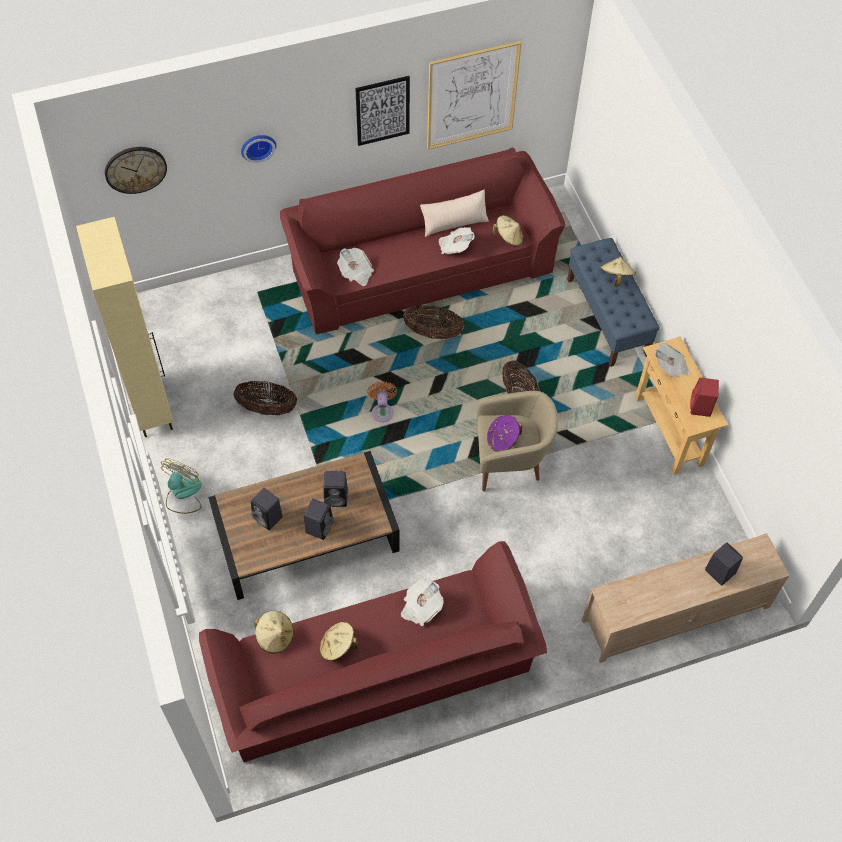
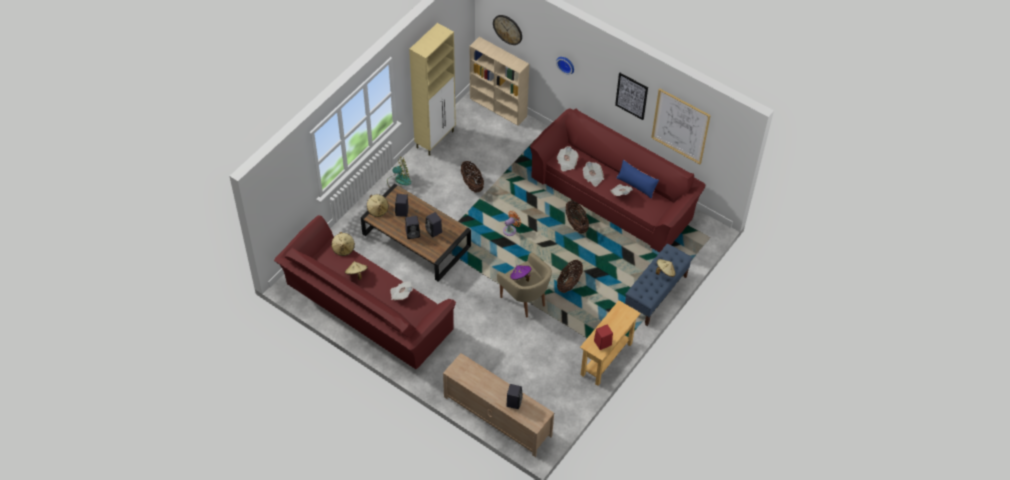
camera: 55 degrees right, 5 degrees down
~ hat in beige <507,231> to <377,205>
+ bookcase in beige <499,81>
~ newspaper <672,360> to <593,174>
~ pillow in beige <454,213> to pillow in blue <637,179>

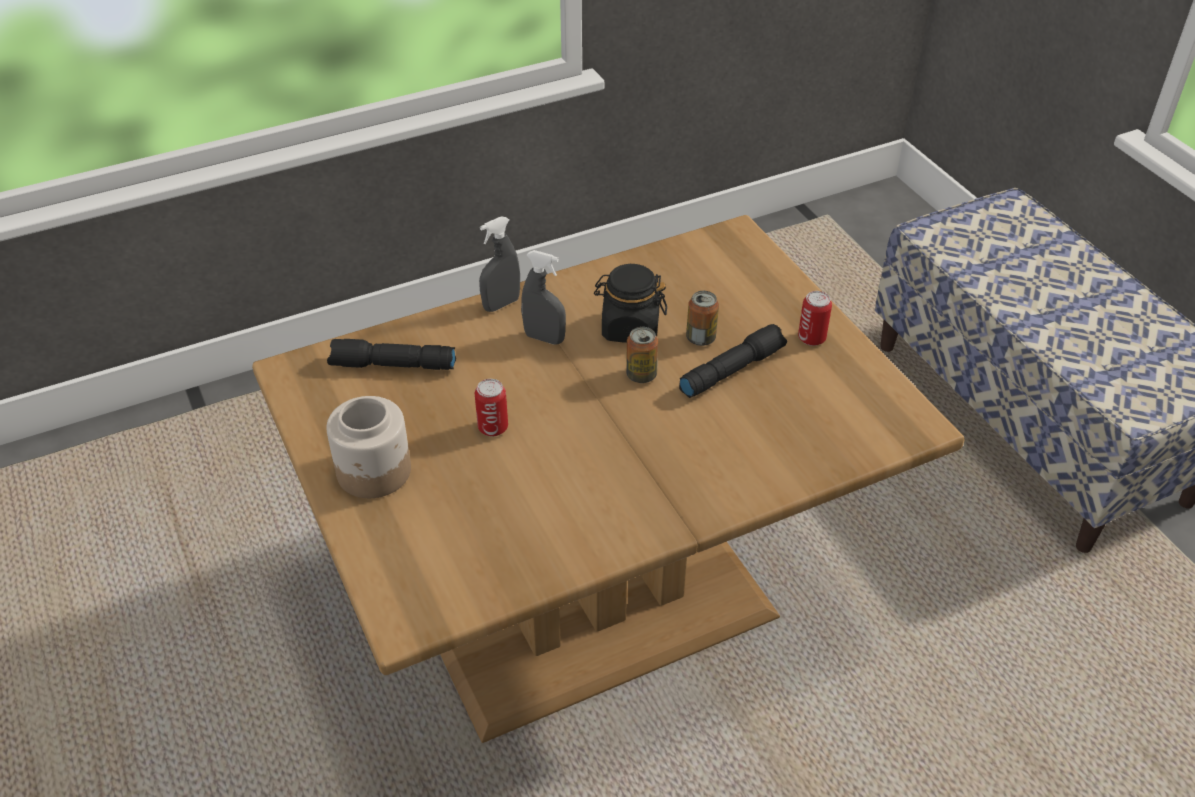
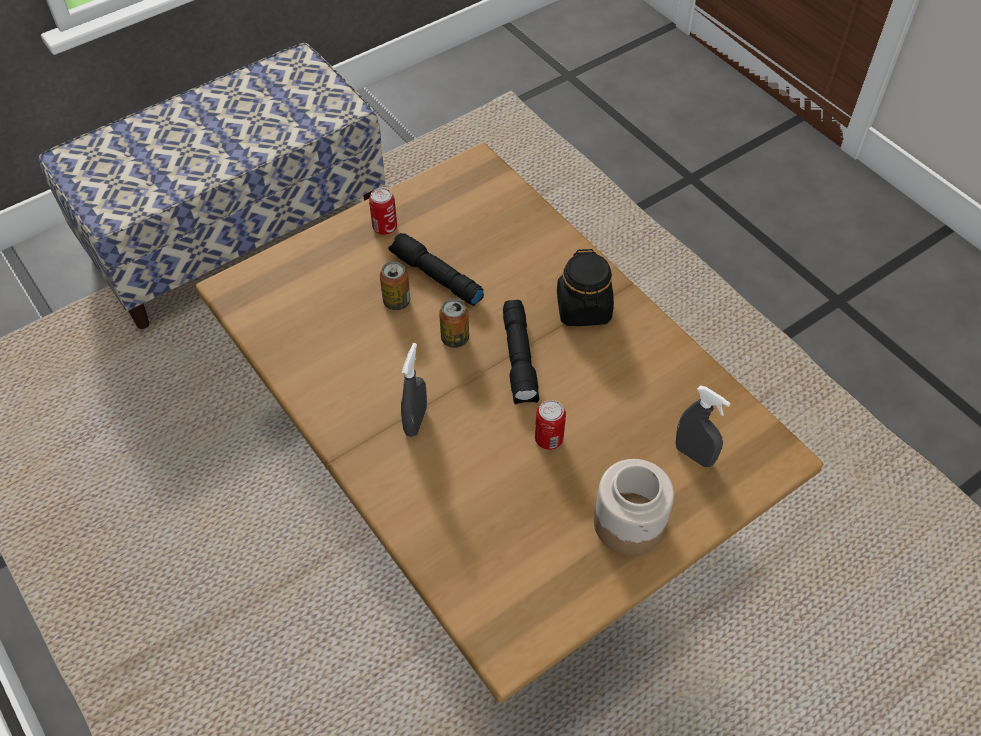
camera: 100 degrees left, 10 degrees up
~ flashlight in black <391,354> to <521,352>
~ jar in black <630,303> to <585,287>
~ spray bottle in grey <499,264> to <703,426>

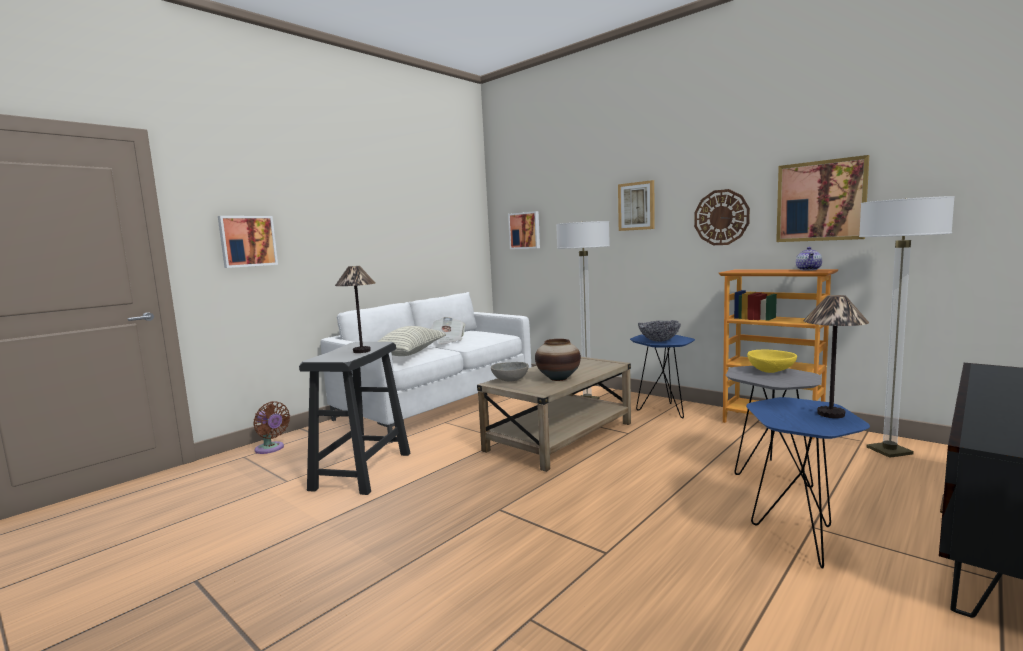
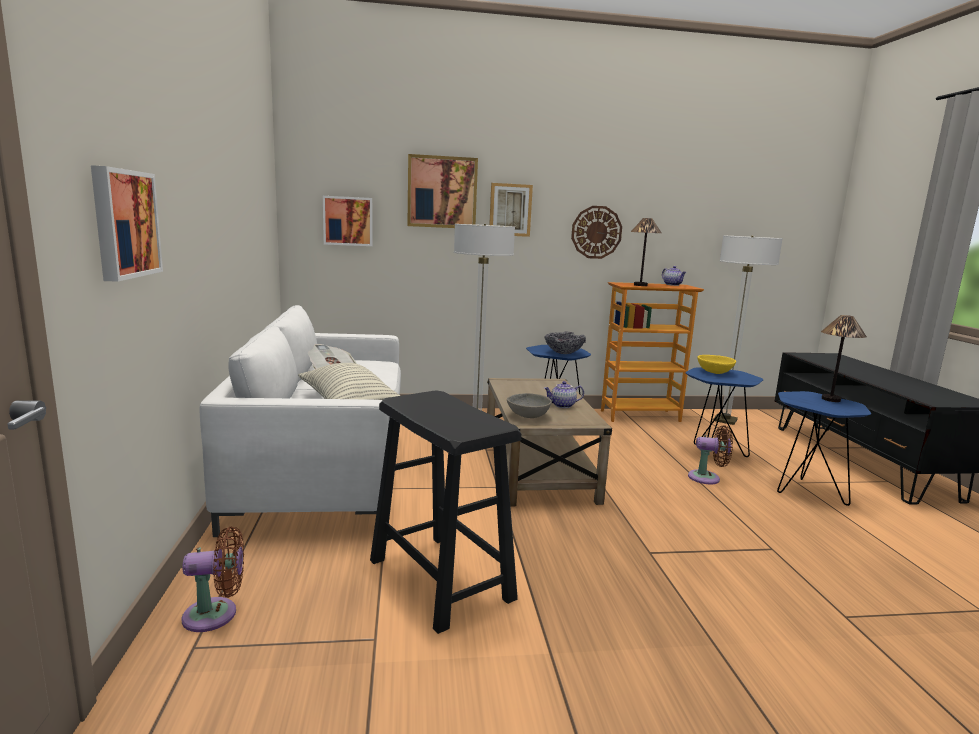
camera: 50 degrees left, 5 degrees up
~ picture <822,198> to <442,191>
~ vase <558,360> to teapot <564,394>
~ table lamp <355,309> to <646,252>
~ side table in grey <773,427> to side table in blue <724,412>
+ fan in brown <710,454>

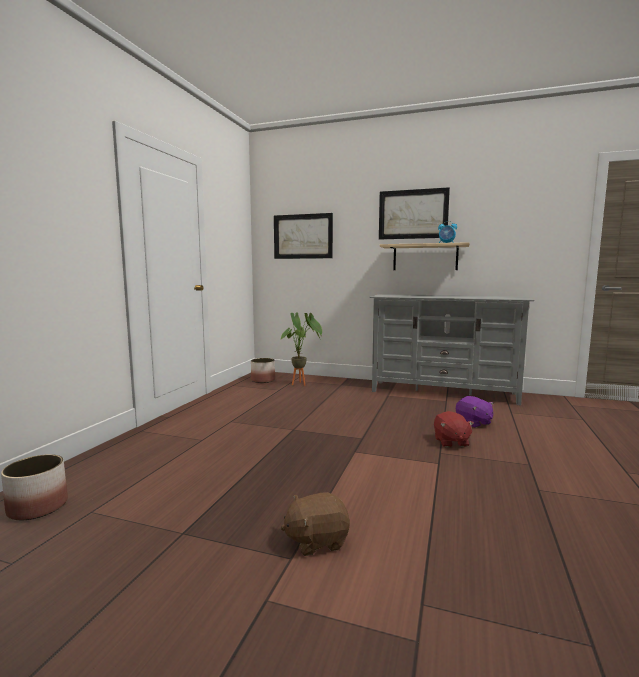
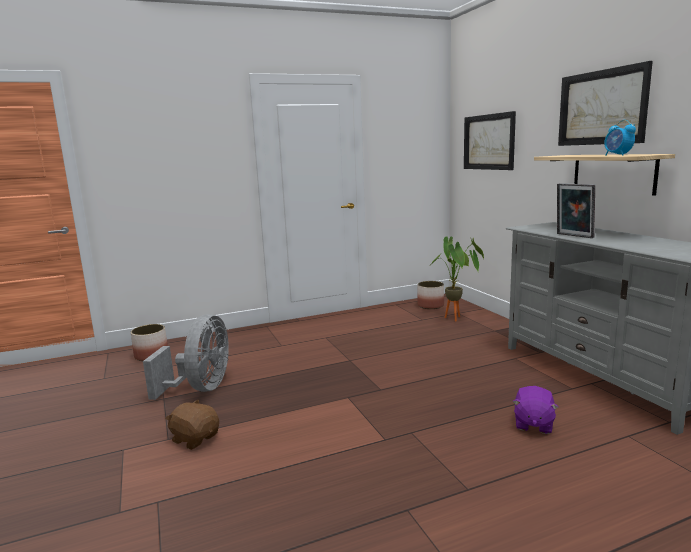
camera: 50 degrees right, 5 degrees up
+ fan in grey <186,357>
+ picture frame <576,210>
- plush toy in red <454,429>

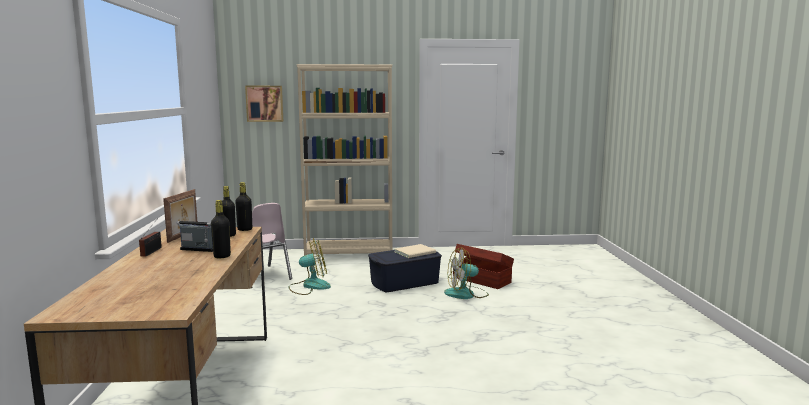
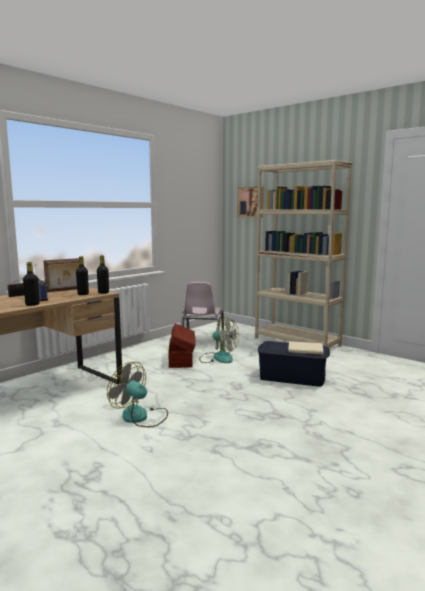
camera: 45 degrees right, 0 degrees up
~ fan <466,273> to <137,394>
~ storage box in brown <483,266> to <182,345>

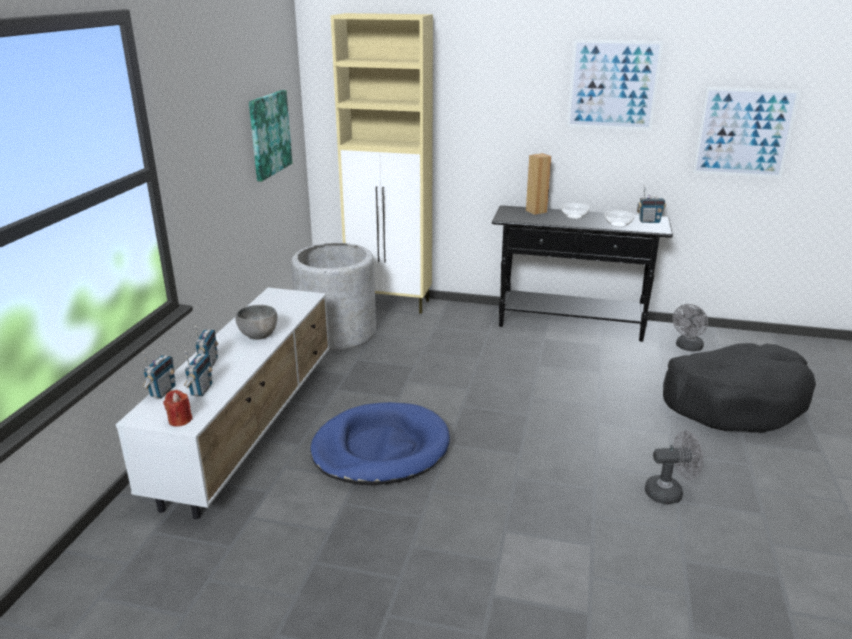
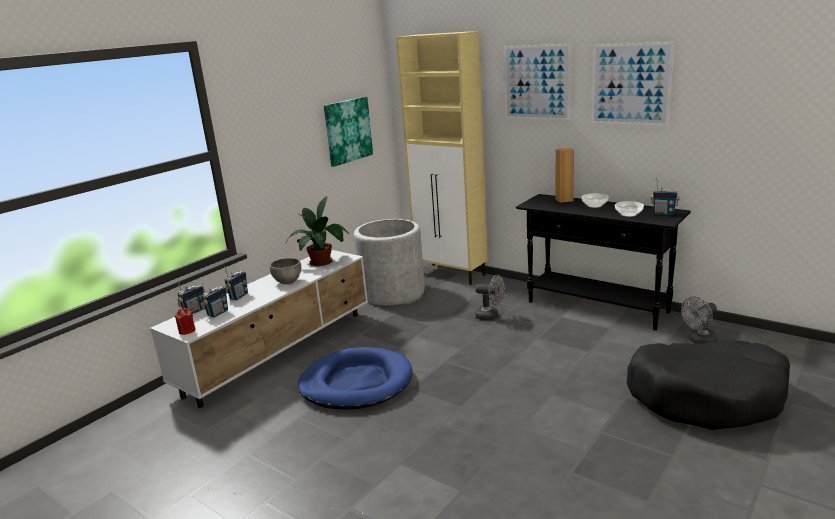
camera: 25 degrees right, 5 degrees down
+ potted plant <317,231>
~ fan in grey <674,467> to <490,297>
~ picture <746,132> to <537,82>

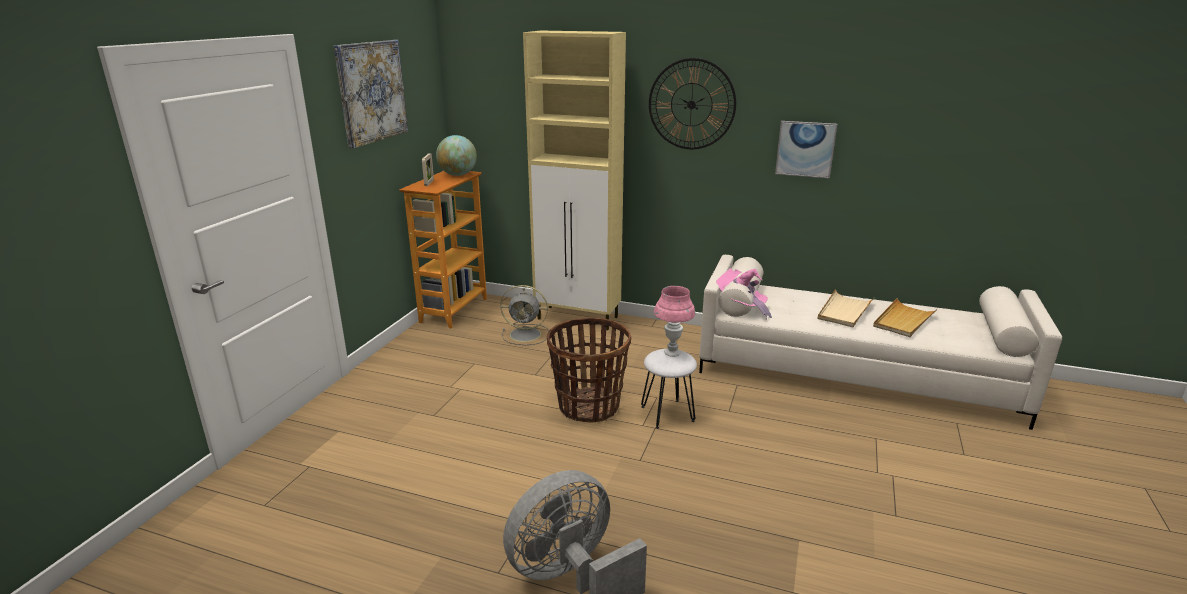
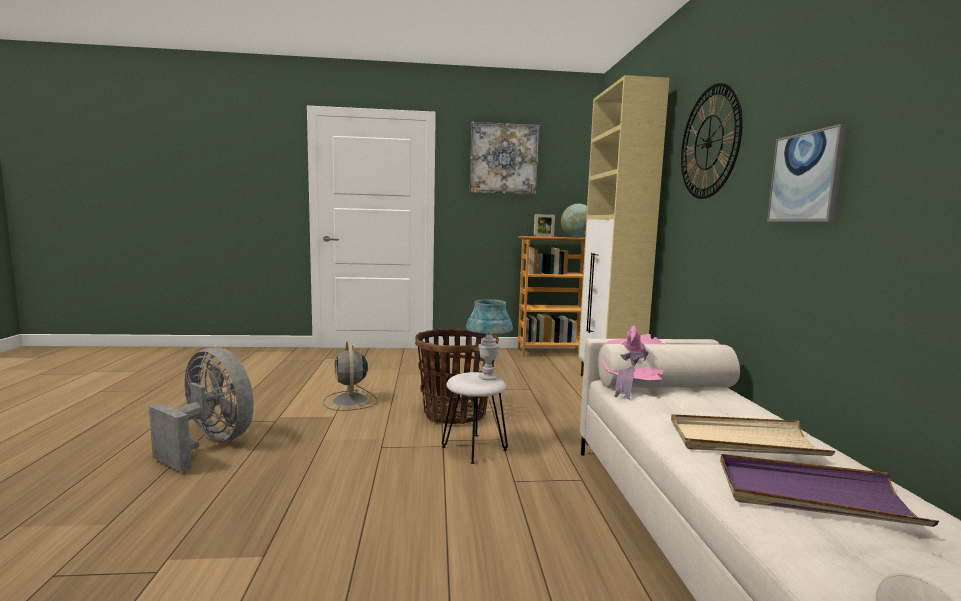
camera: 65 degrees right, 15 degrees down
~ fan in grey <524,315> to <350,376>
~ table lamp in pink <674,321> to table lamp in blue <489,339>
~ tray in beige <905,317> to tray in purple <829,490>

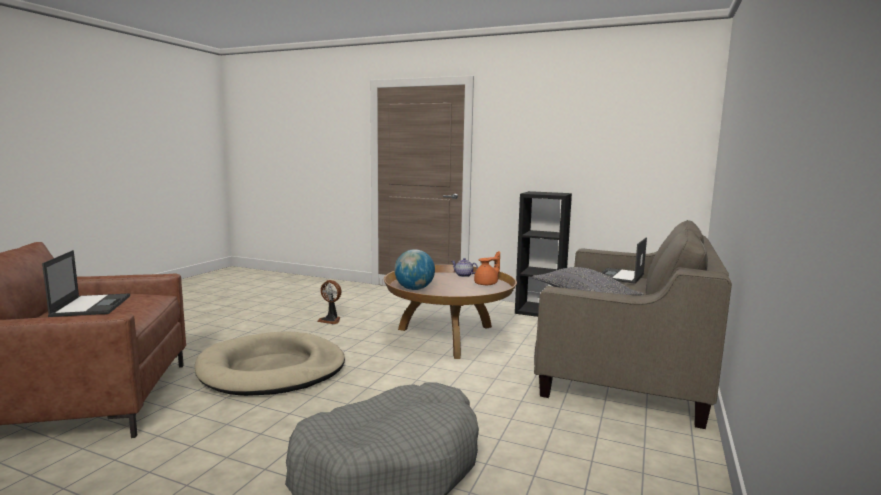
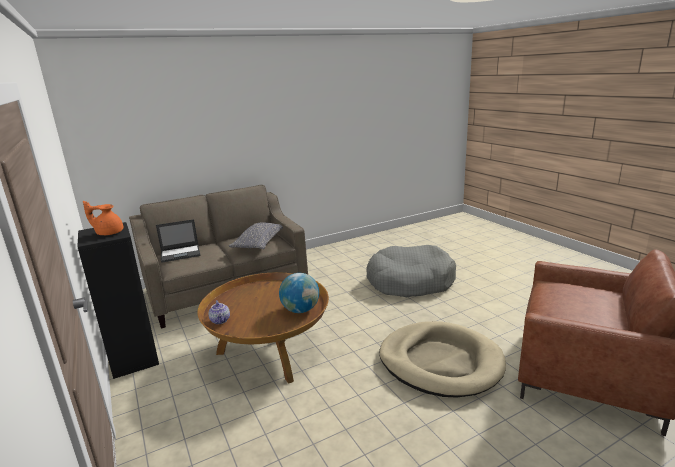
camera: 140 degrees left, 10 degrees up
~ teapot in orange <487,268> to <103,218>
- laptop <86,283>
- fan <329,302>

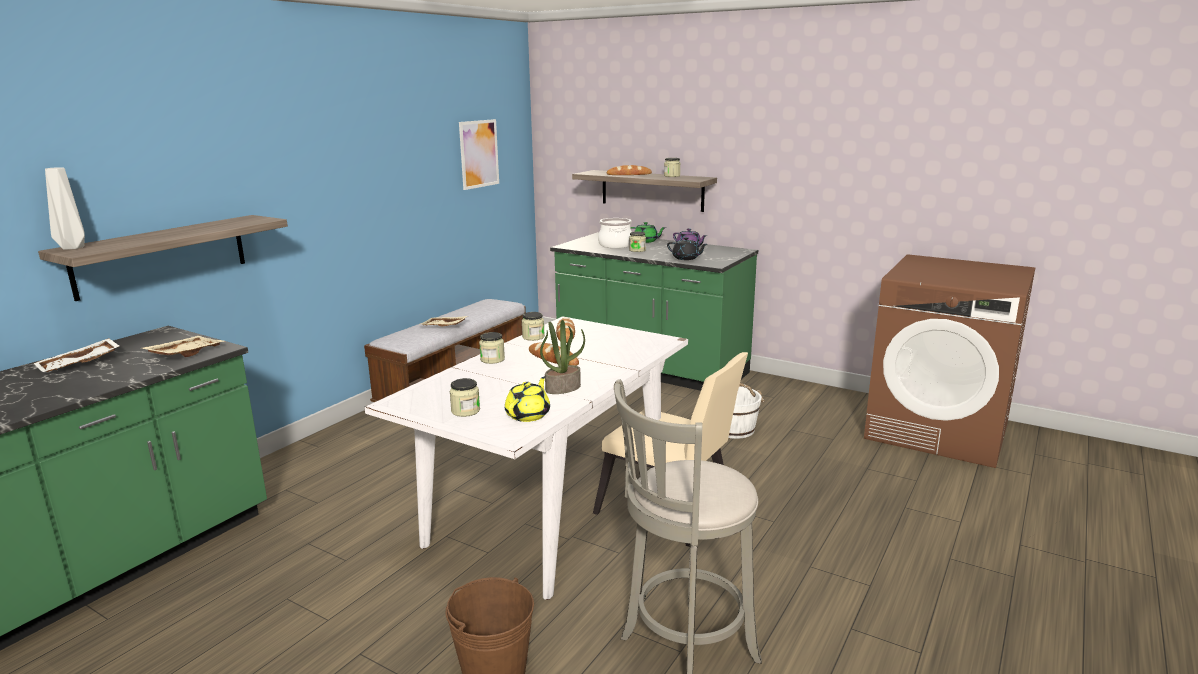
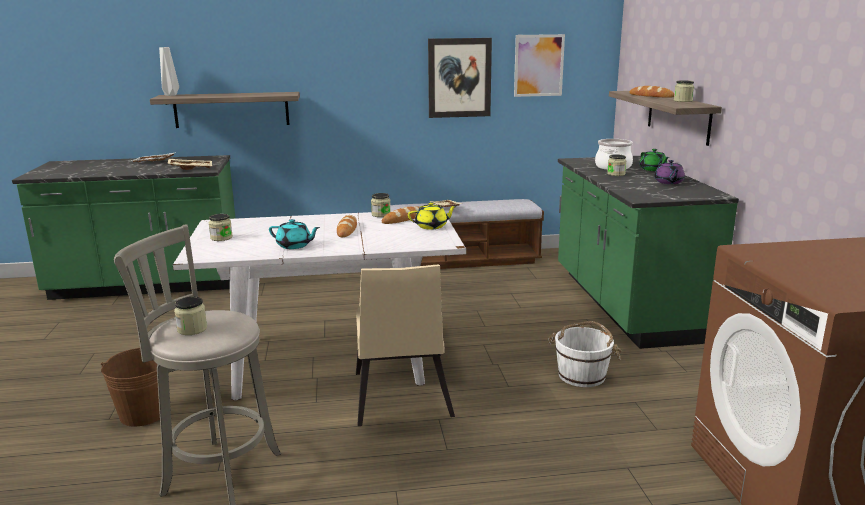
camera: 50 degrees right, 0 degrees up
~ jar <492,348> to <190,316>
~ potted plant <562,357> to teapot in turquoise <294,234>
~ teapot in yellow <527,399> to <432,216>
+ picture <460,78>
- teapot in black <687,248>

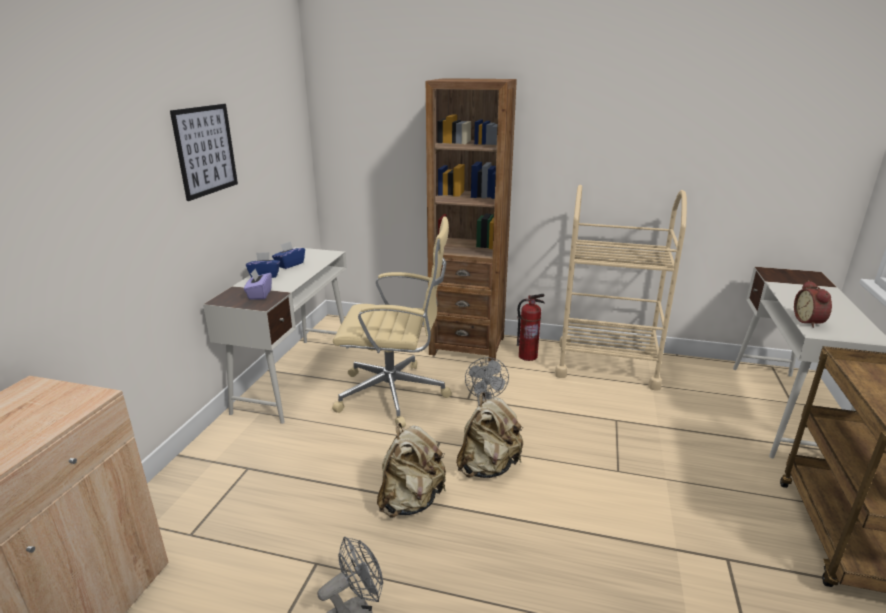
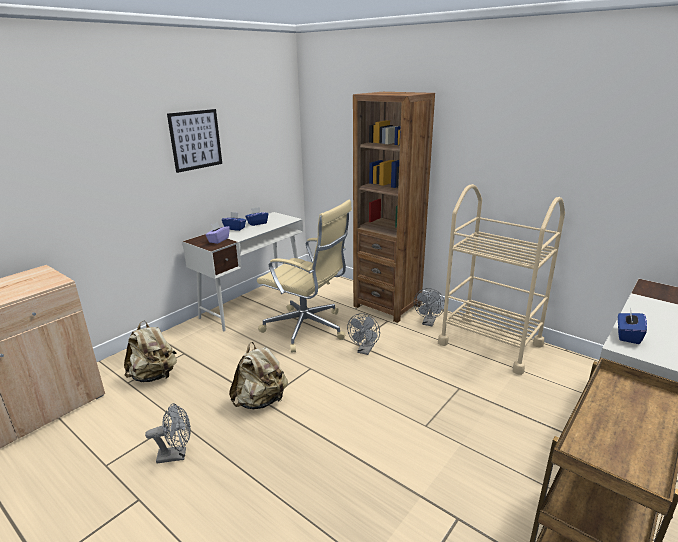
camera: 25 degrees right, 0 degrees up
~ backpack in beige <489,435> to <150,351>
~ fire extinguisher <531,327> to fan in grey <429,307>
~ alarm clock <813,304> to tissue box in blue <632,327>

